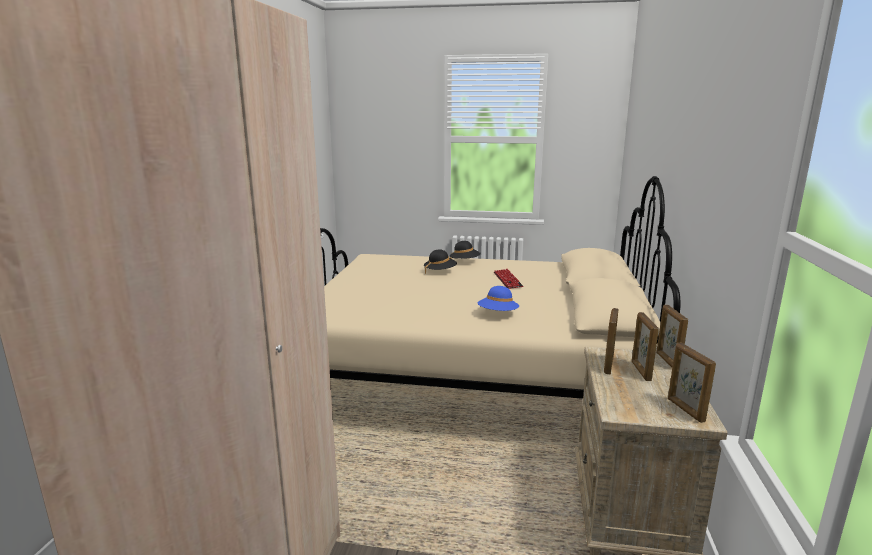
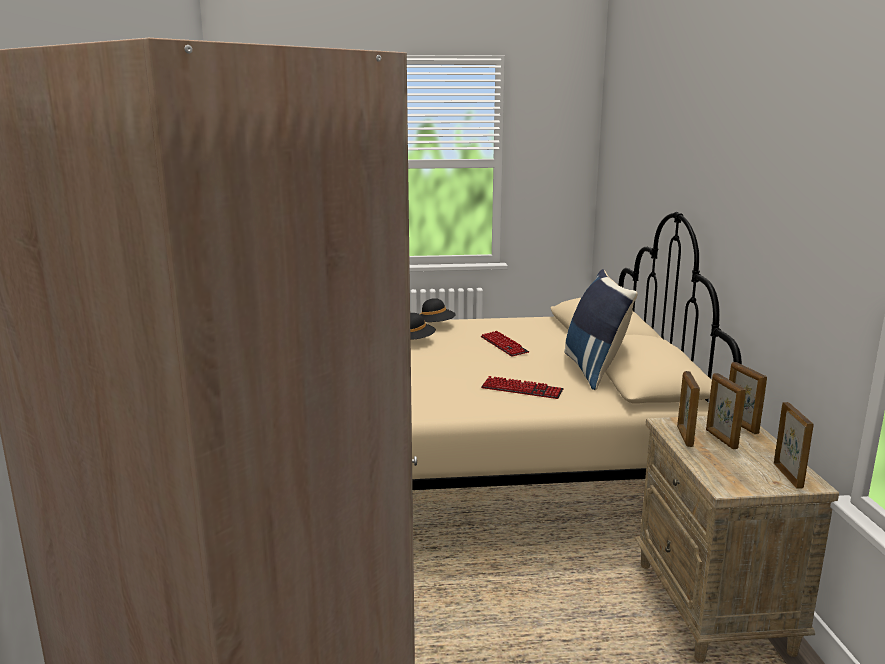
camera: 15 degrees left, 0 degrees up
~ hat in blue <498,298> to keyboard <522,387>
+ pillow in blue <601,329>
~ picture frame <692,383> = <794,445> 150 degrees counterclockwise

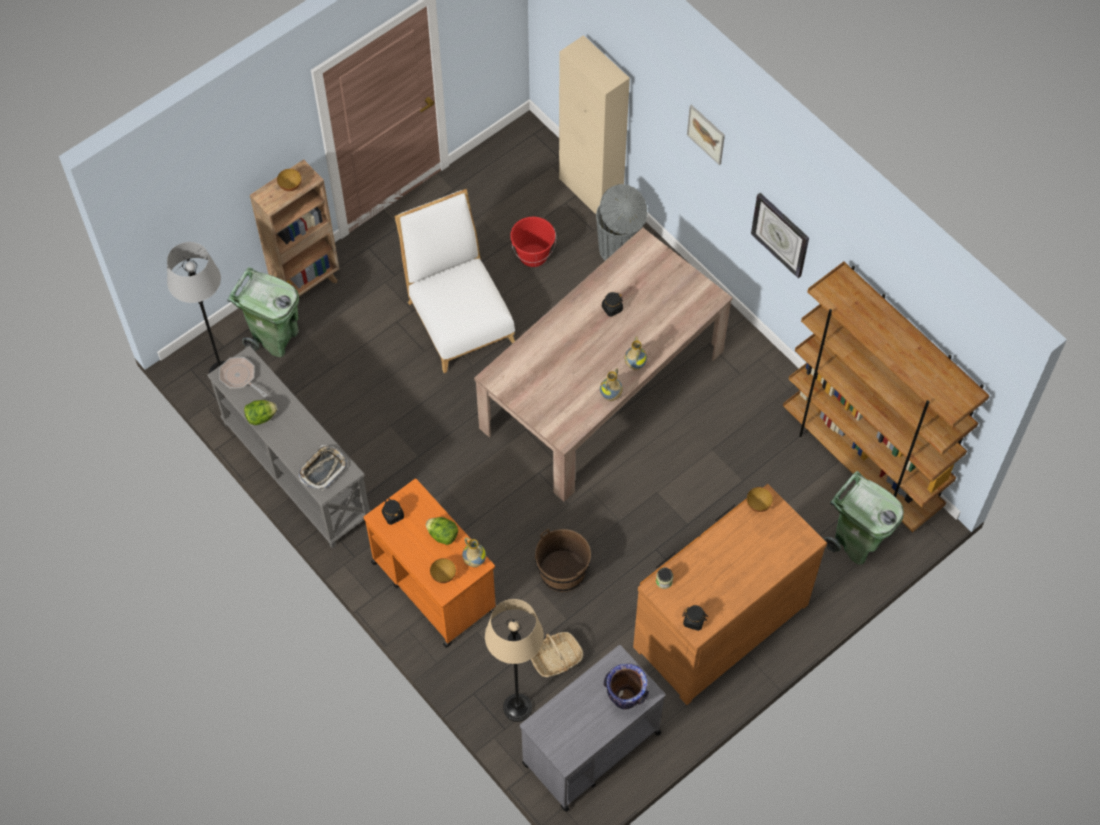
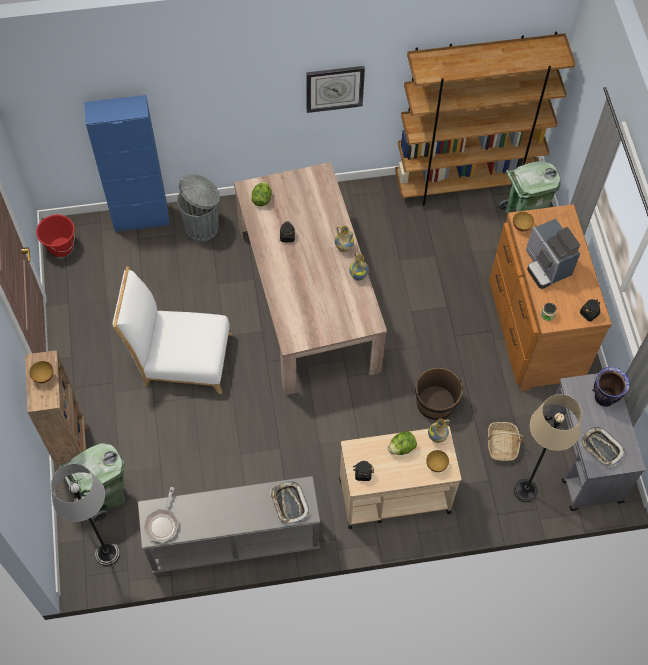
camera: 60 degrees left, 0 degrees up
~ bucket in red <533,242> to <55,236>
~ cabinet in beige <594,124> to cabinet in blue <126,163>
~ frying pan <243,377> = <161,515> 60 degrees counterclockwise
~ lettuce <260,412> to <261,193>
~ cart in orange <430,563> to cart in beige <400,477>
+ coffee machine <553,254>
+ tray <603,446>
- picture <706,135>

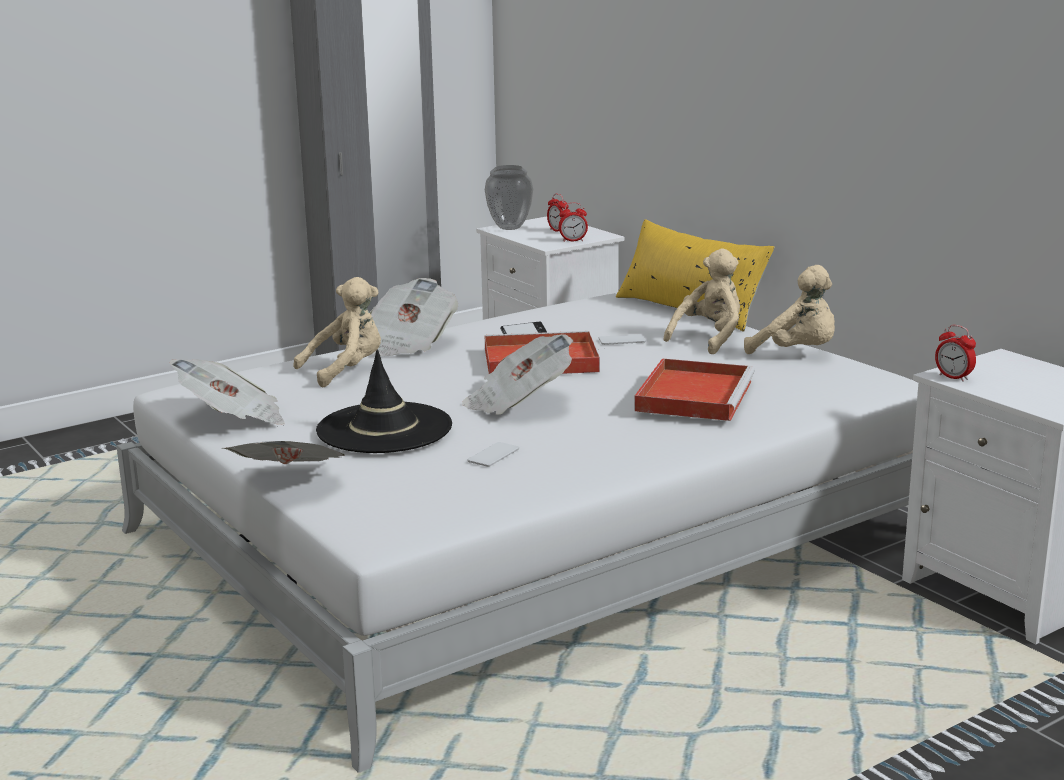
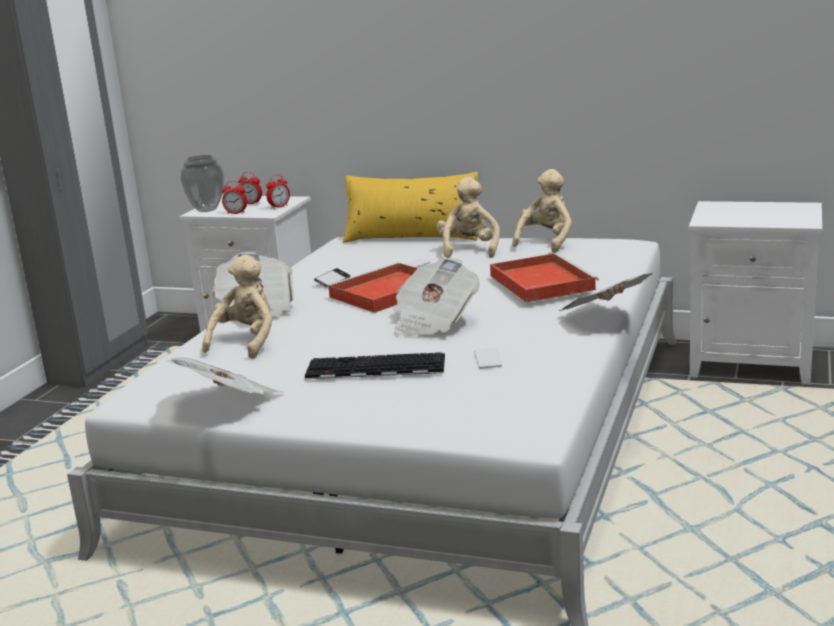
camera: 35 degrees left, 0 degrees up
~ alarm clock <955,353> to <234,197>
~ hat in black <384,401> to keyboard <375,365>
~ plush toy in beige <789,309> = <542,211> 60 degrees counterclockwise
~ newspaper <284,452> to <606,292>

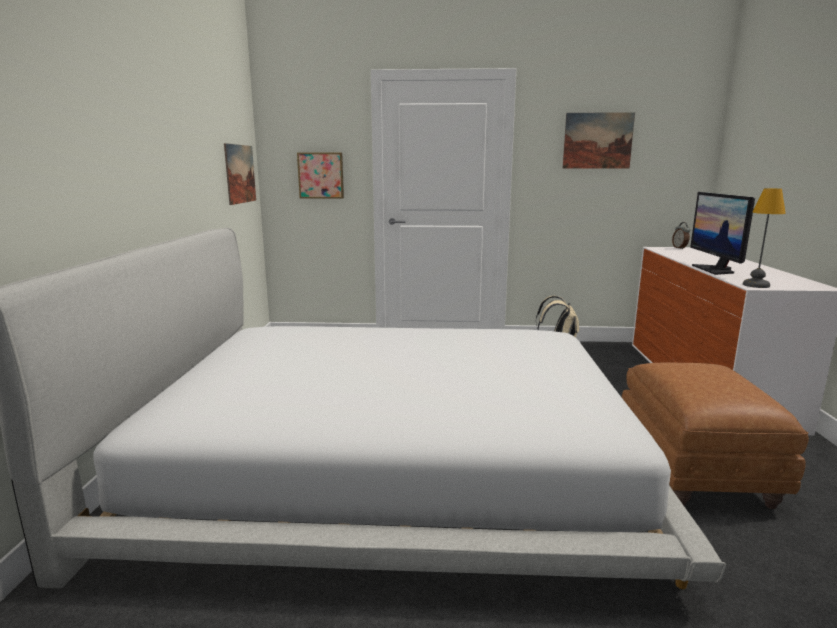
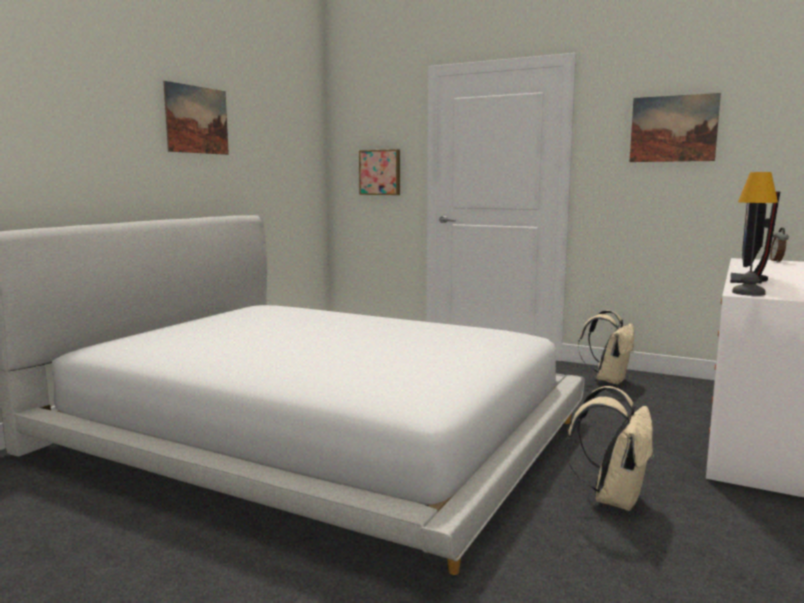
camera: 25 degrees right, 5 degrees down
~ picture <240,174> to <196,118>
~ ottoman in brown <715,435> to backpack in beige <609,448>

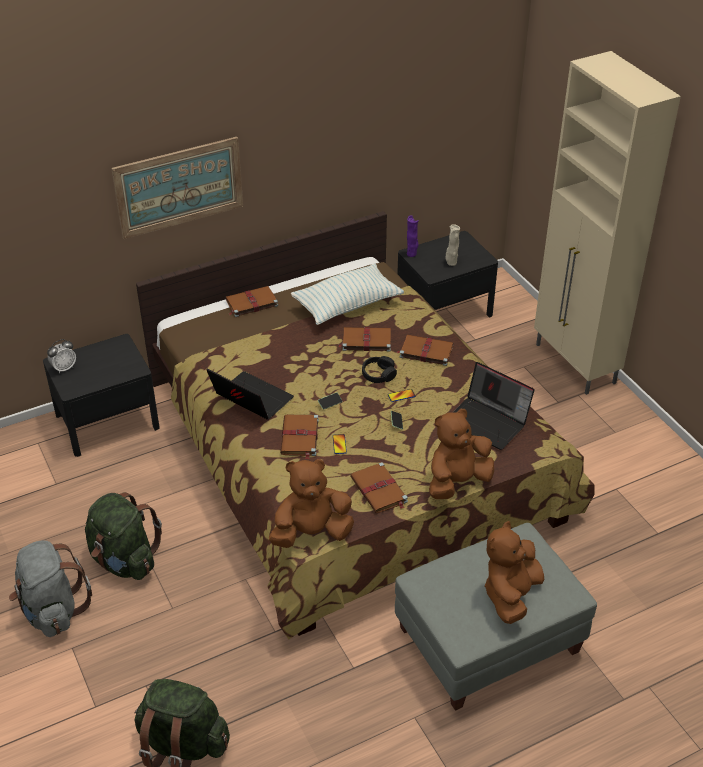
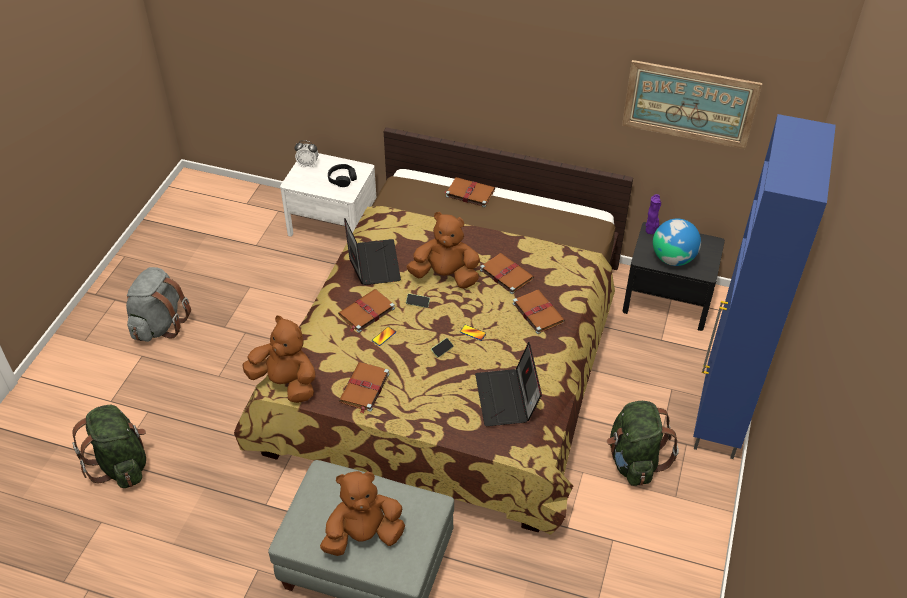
camera: 45 degrees right, 5 degrees up
~ nightstand in black <101,395> to nightstand in white <328,195>
~ headphones in black <379,369> to <342,175>
~ plush toy in brown <461,454> to <443,250>
~ backpack in green <123,536> to <643,443>
~ picture <177,188> to <692,104>
~ vase in beige <452,245> to globe <677,242>
~ cabinet in beige <607,223> to cabinet in blue <764,286>
- pillow <347,294>

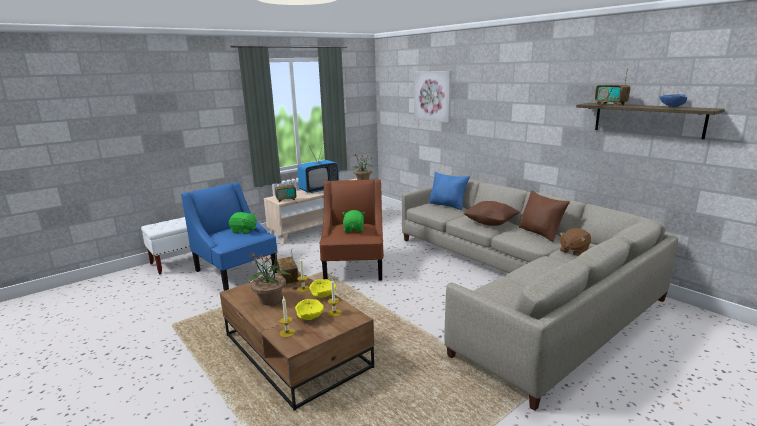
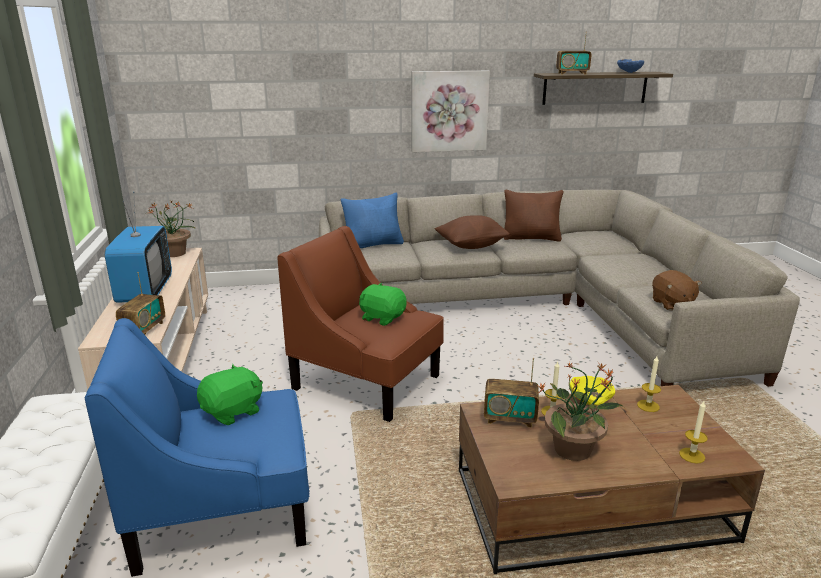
camera: 60 degrees left, 5 degrees up
~ picture <433,97> to <450,111>
~ plush toy in brown <575,242> to <677,290>
- bowl in yellow <309,309>

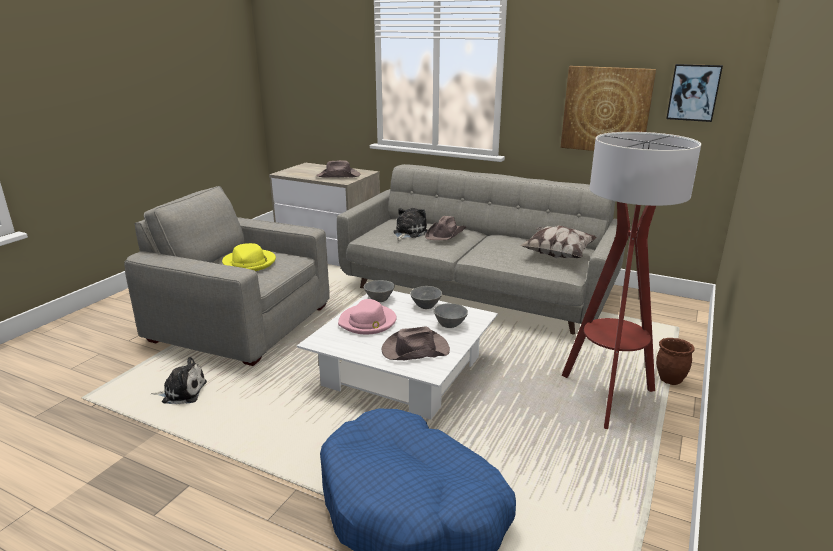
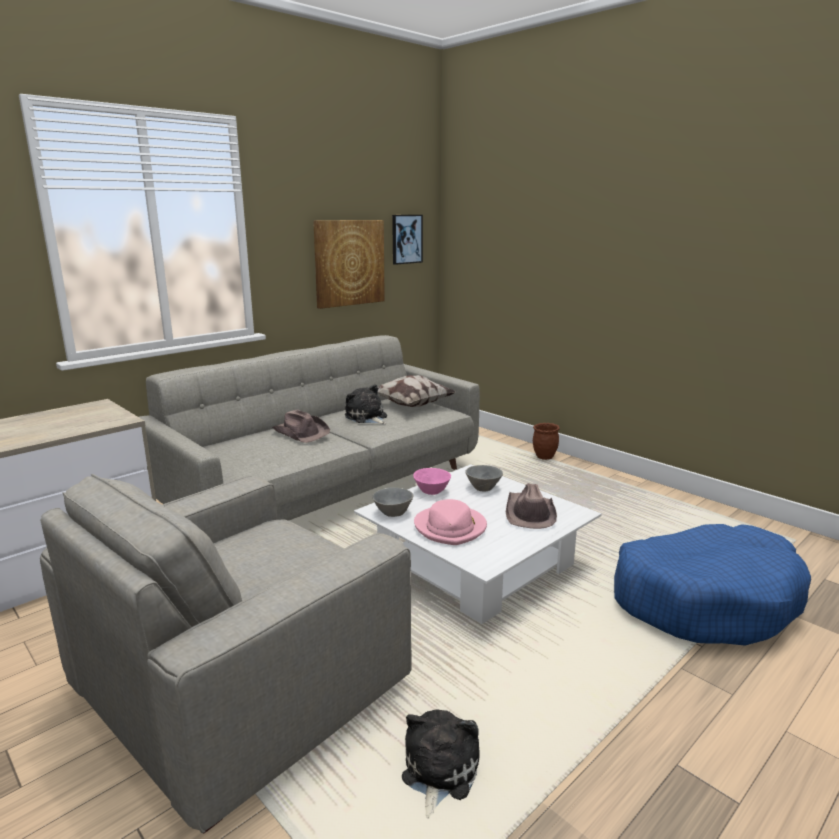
camera: 70 degrees left, 5 degrees down
~ plush toy <410,224> to <366,404>
~ bowl in grey <426,297> to bowl in pink <432,481>
- hat in yellow <249,257>
- hat in brown <338,169>
- floor lamp <631,280>

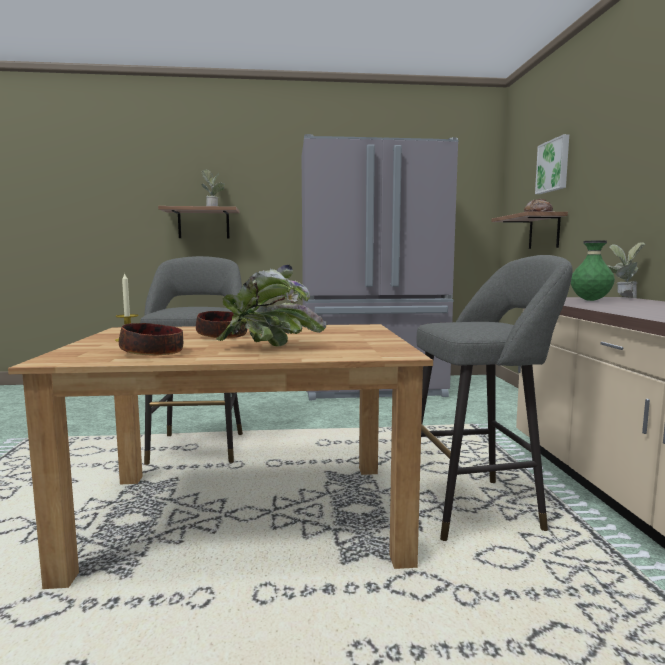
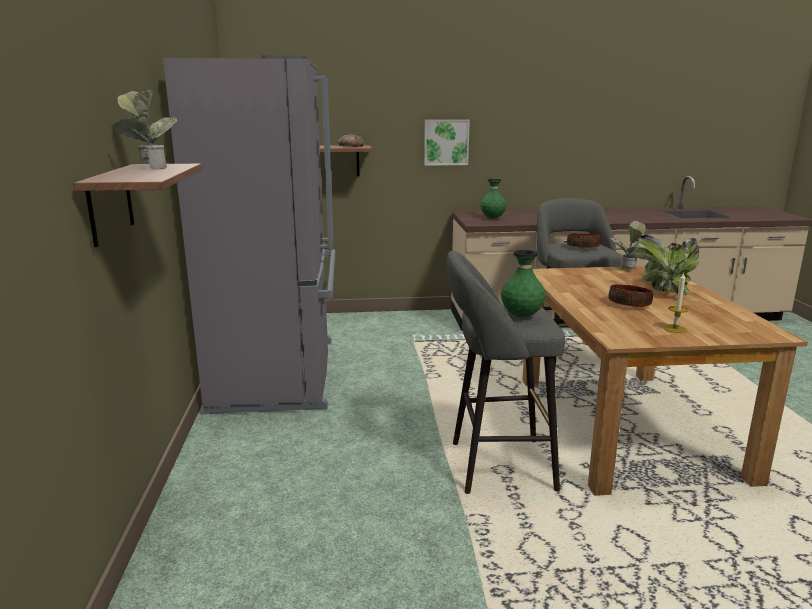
camera: 90 degrees left, 10 degrees up
~ picture <552,164> to <447,143>
+ vase in green <523,284>
~ bowl <151,339> to <584,240>
~ potted plant <626,270> to <628,245>

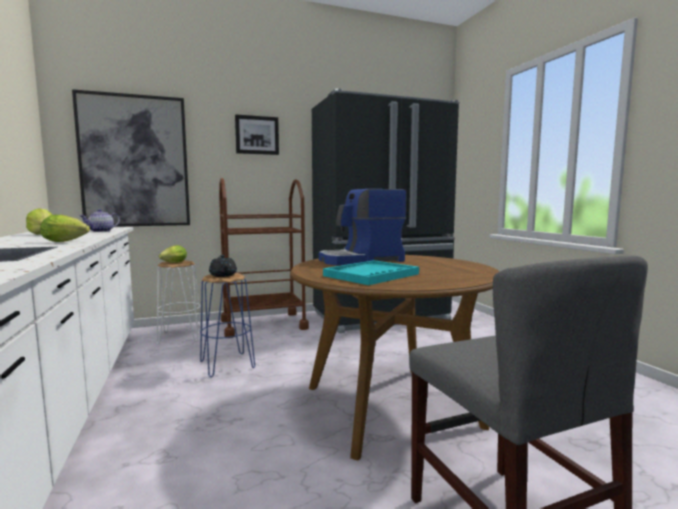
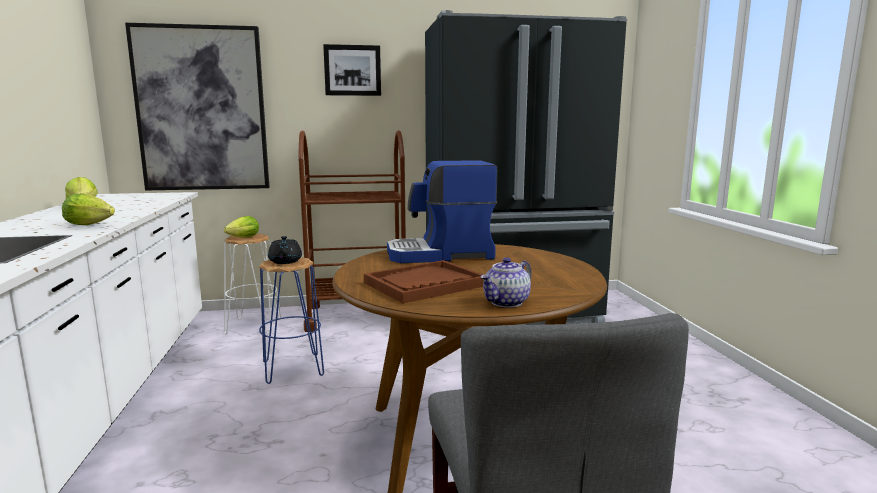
camera: 10 degrees right, 5 degrees up
~ tray in turquoise <371,272> to tray in brown <424,281>
~ teapot <99,220> to <506,282>

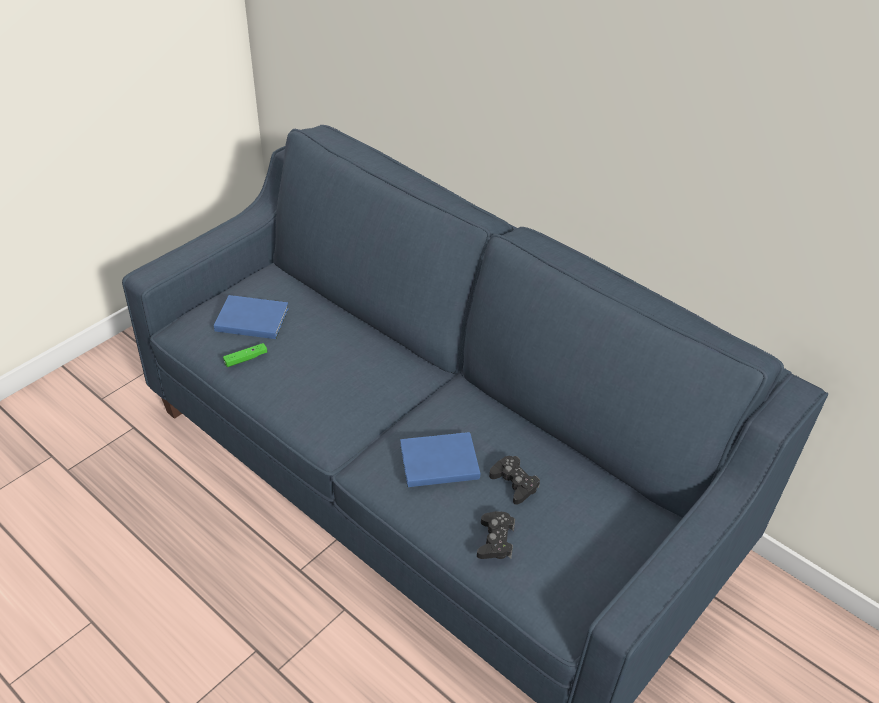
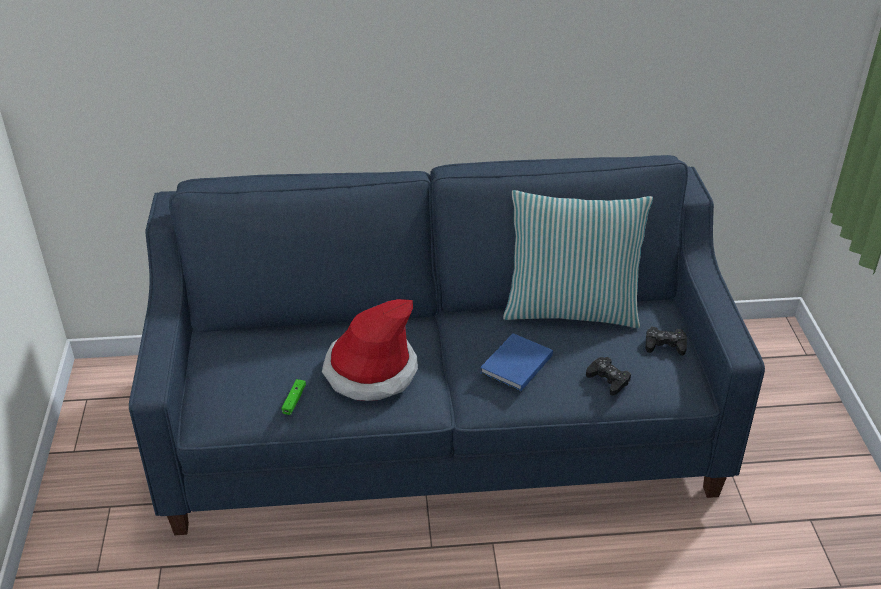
camera: 45 degrees left, 5 degrees down
+ hat <370,350>
+ pillow <578,259>
~ game controller in black <514,480> to <666,341>
- book in blue <251,317>

